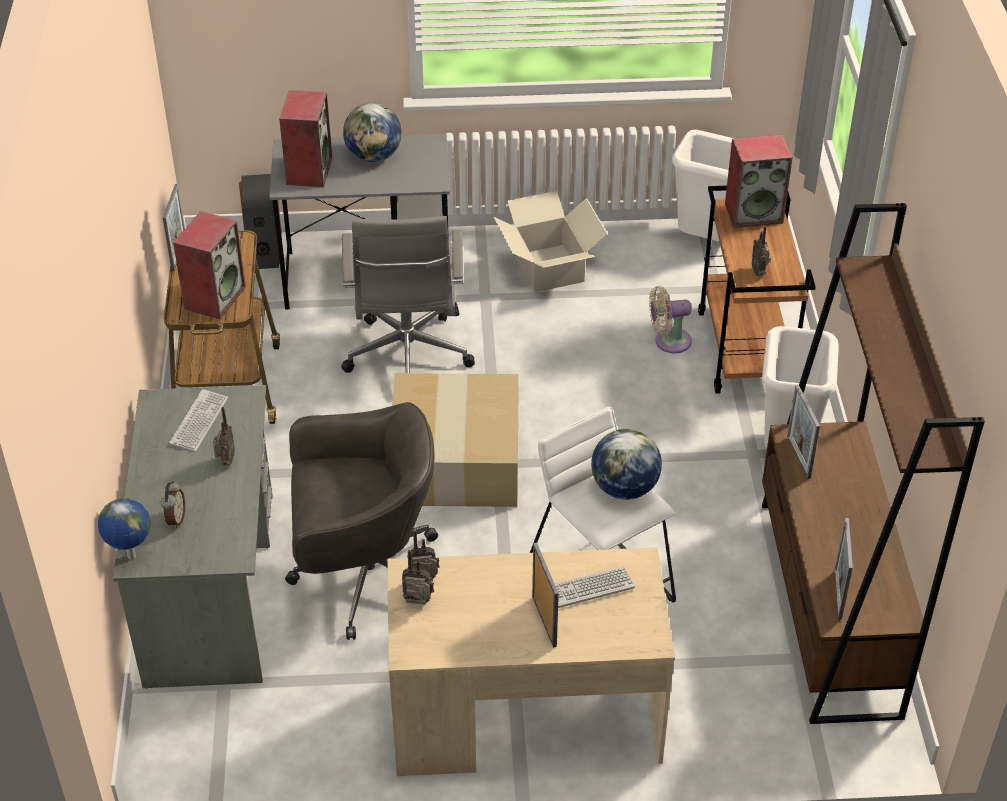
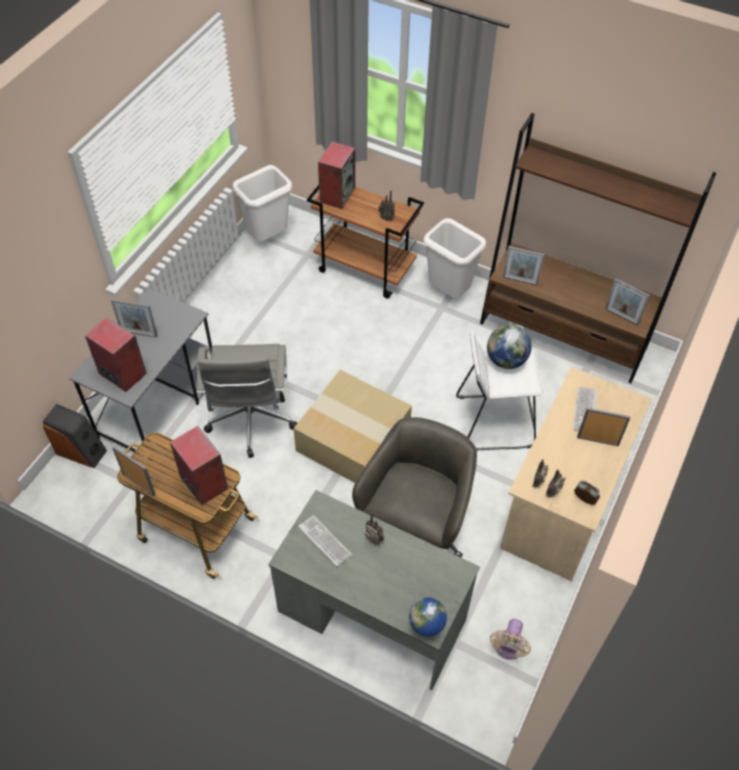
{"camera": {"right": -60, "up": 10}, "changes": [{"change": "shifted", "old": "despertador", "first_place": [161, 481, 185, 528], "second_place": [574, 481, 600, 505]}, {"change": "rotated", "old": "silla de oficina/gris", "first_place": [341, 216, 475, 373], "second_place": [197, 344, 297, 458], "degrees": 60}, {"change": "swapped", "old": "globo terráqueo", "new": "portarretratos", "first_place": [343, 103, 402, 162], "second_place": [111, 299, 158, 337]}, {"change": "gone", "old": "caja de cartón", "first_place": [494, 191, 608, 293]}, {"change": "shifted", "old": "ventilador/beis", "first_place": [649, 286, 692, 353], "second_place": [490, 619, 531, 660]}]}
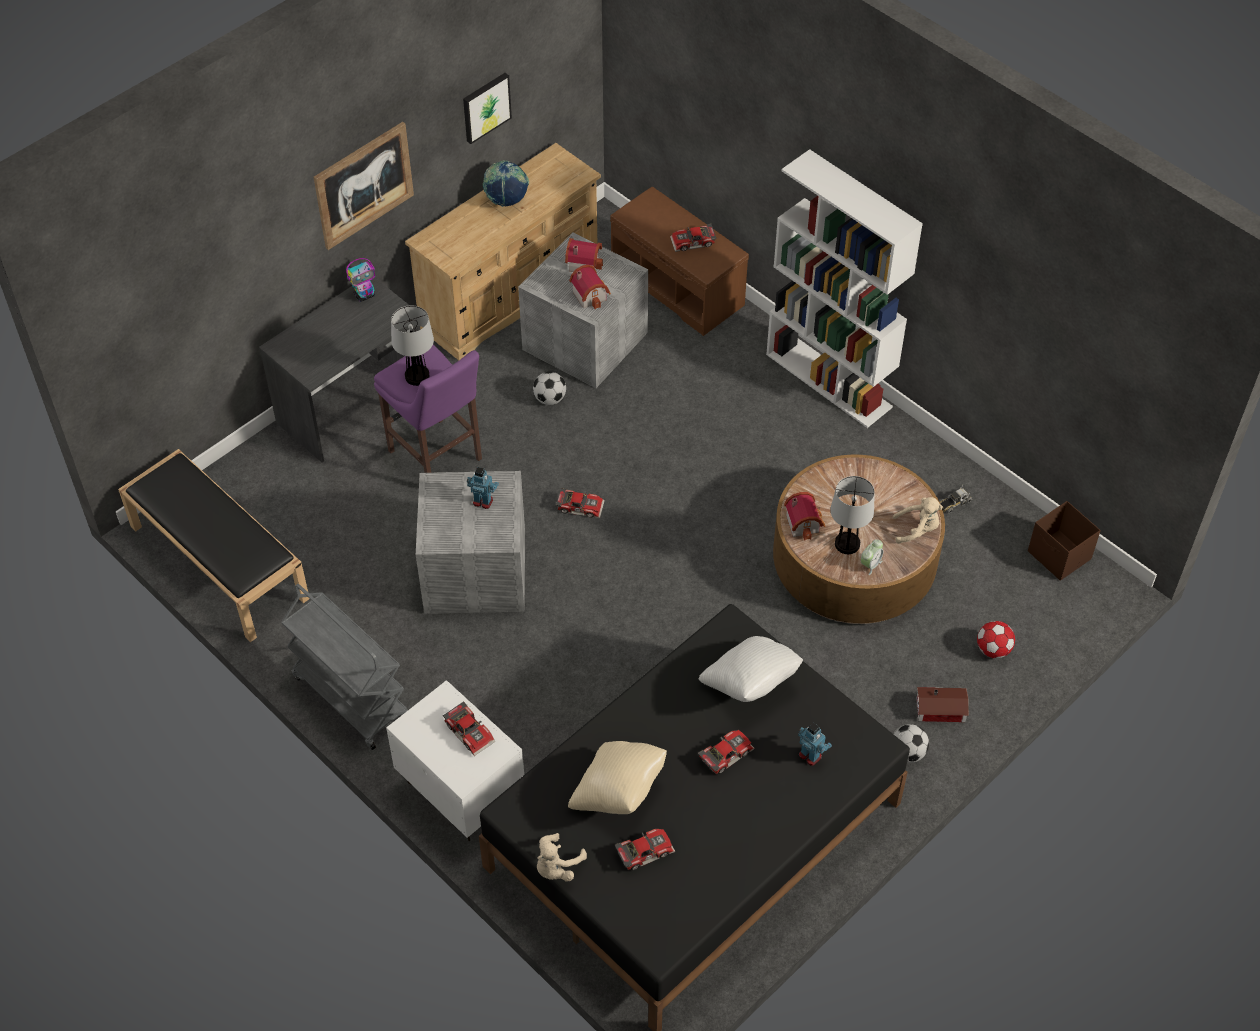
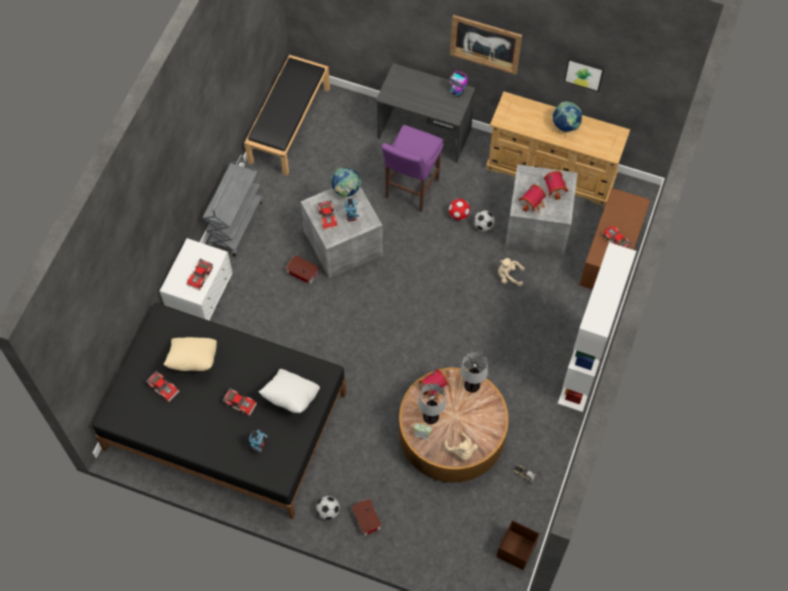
{"camera": {"right": 65, "up": 10}, "changes": [{"change": "shifted", "old": "lámpara de mesa", "first_place": [391, 305, 434, 386], "second_place": [460, 351, 488, 393]}, {"change": "shifted", "old": "peluche/beis", "first_place": [537, 833, 587, 882], "second_place": [498, 258, 525, 286]}, {"change": "shifted", "old": "coche de juguete", "first_place": [556, 488, 605, 518], "second_place": [318, 200, 338, 230]}, {"change": "shifted", "old": "balón de fútbol", "first_place": [977, 621, 1015, 658], "second_place": [449, 199, 470, 220]}, {"change": "new", "new": "casita", "second_place": [286, 255, 319, 284]}, {"change": "new", "new": "globo terráqueo", "second_place": [331, 168, 361, 198]}]}
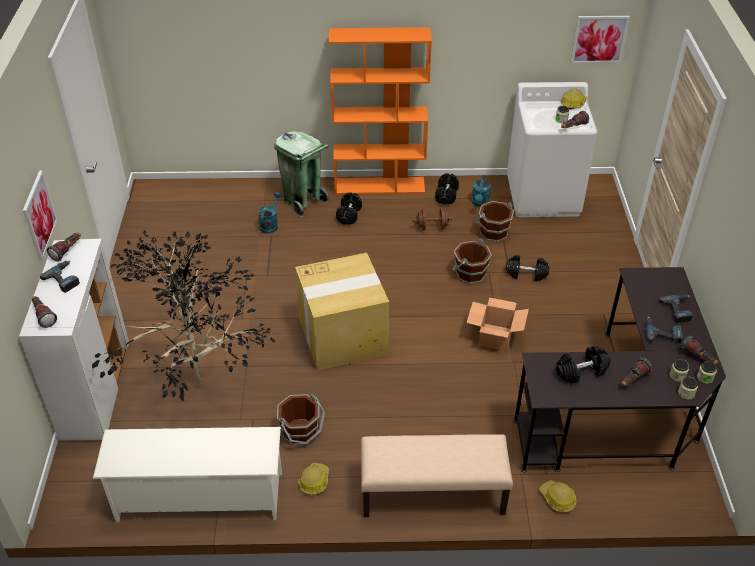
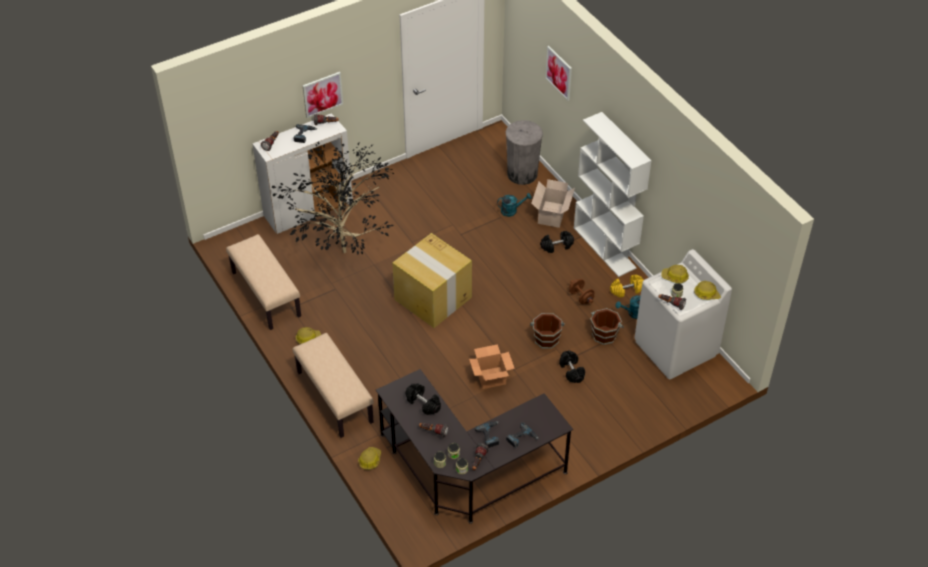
{"camera": {"right": 60, "up": 5}, "changes": [{"change": "swapped", "old": "zapatero/blanco", "new": "banco/beis", "first_place": [93, 427, 282, 523], "second_place": [226, 234, 301, 330]}, {"change": "swapped", "old": "papelera/verde", "new": "caja de cartón", "first_place": [274, 131, 329, 217], "second_place": [532, 179, 575, 228]}, {"change": "gone", "old": "cubo/marrón", "first_place": [277, 394, 325, 446]}, {"change": "repainted", "old": "estantería/naranja", "new": "estantería/blanco", "first_place": [329, 27, 432, 194], "second_place": [574, 112, 652, 277]}, {"change": "repainted", "old": "mancuerna/negro", "new": "mancuerna/amarillo", "first_place": [435, 173, 459, 204], "second_place": [610, 274, 644, 297]}, {"change": "shifted", "old": "cuadro", "first_place": [571, 16, 630, 63], "second_place": [545, 46, 572, 100]}, {"change": "new", "new": "papelera/gris", "second_place": [506, 120, 543, 185]}, {"change": "new", "new": "casco", "second_place": [661, 265, 689, 283]}]}
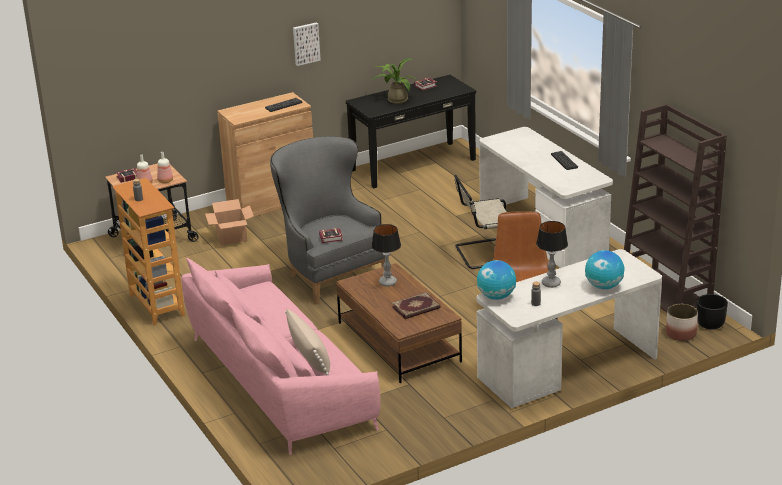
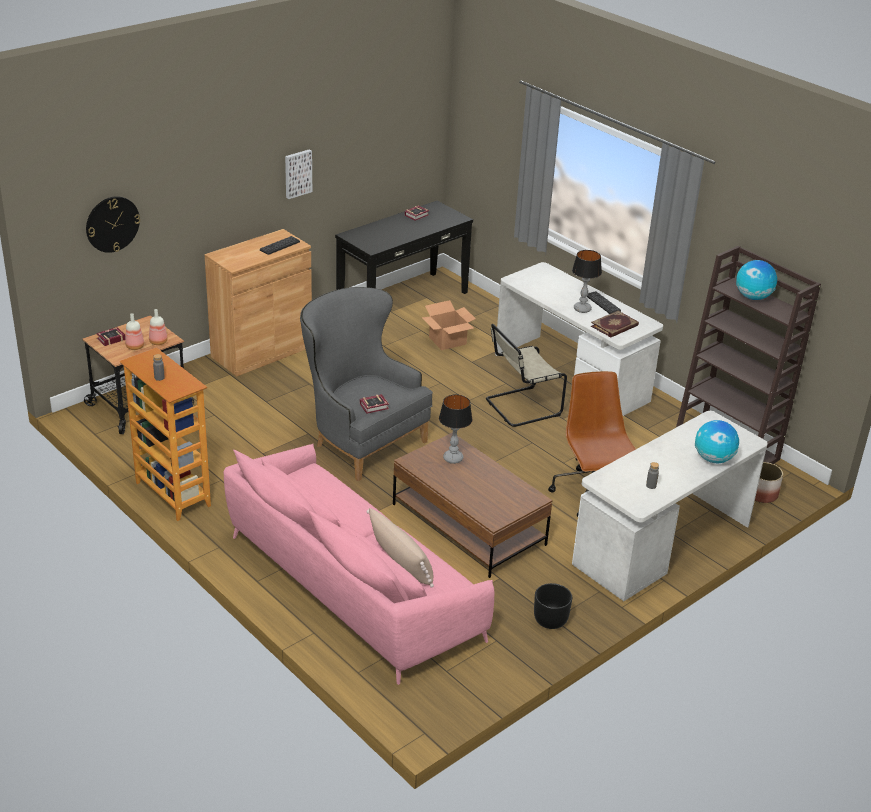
{"camera": {"right": -15, "up": 5}, "changes": [{"change": "shifted", "old": "caja de cartón", "first_place": [205, 199, 254, 245], "second_place": [422, 300, 476, 350]}, {"change": "gone", "old": "planta en maceta", "first_place": [372, 58, 418, 104]}, {"change": "shifted", "old": "libro", "first_place": [392, 292, 440, 319], "second_place": [591, 310, 639, 338]}, {"change": "shifted", "old": "globo terráqueo", "first_place": [477, 260, 516, 300], "second_place": [736, 260, 777, 300]}, {"change": "shifted", "old": "lámpara de mesa", "first_place": [536, 221, 568, 288], "second_place": [572, 250, 602, 313]}, {"change": "shifted", "old": "maceta/negro", "first_place": [697, 294, 728, 329], "second_place": [534, 583, 572, 629]}, {"change": "new", "new": "reloj de pared", "second_place": [86, 196, 140, 253]}]}
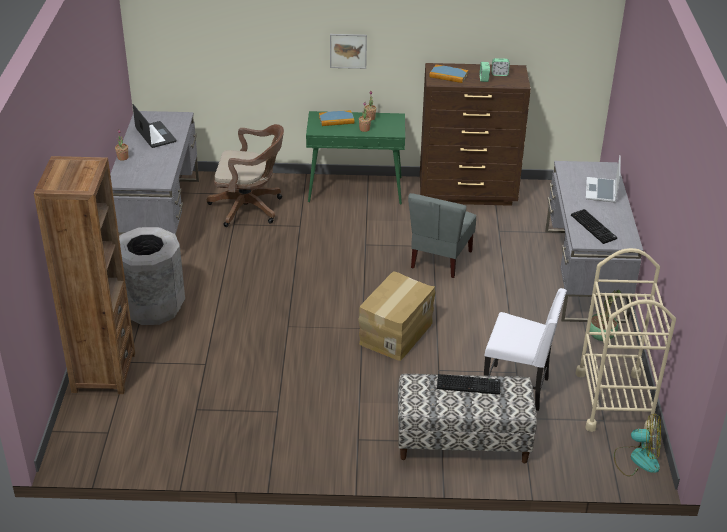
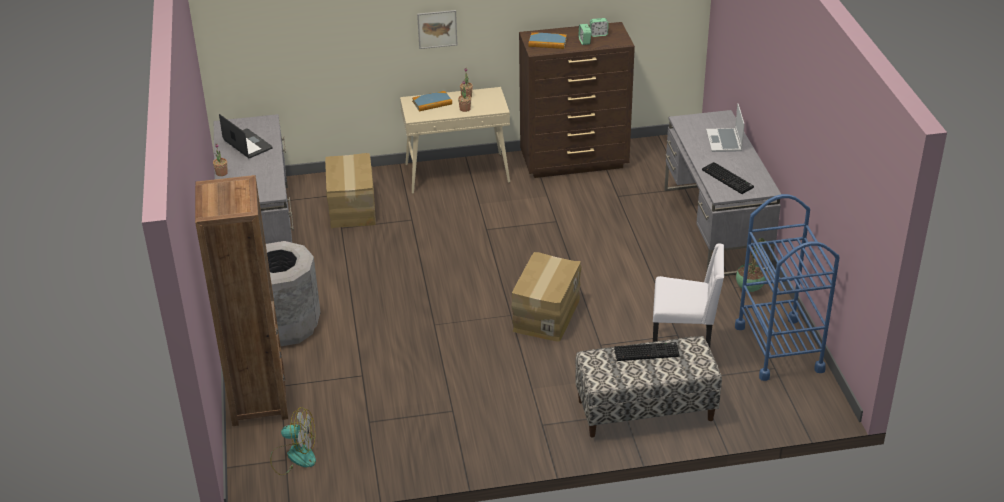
{"camera": {"right": -10, "up": 0}, "changes": [{"change": "swapped", "old": "silla de oficina/marrón", "new": "caja de cartón", "first_place": [207, 124, 284, 227], "second_place": [325, 153, 376, 228]}, {"change": "repainted", "old": "mesa consola/verde", "new": "mesa consola/beis", "first_place": [306, 111, 405, 205], "second_place": [400, 87, 510, 194]}, {"change": "gone", "old": "silla/gris", "first_place": [408, 193, 476, 278]}, {"change": "repainted", "old": "carrito/beis", "new": "carrito/azul", "first_place": [575, 248, 676, 433], "second_place": [735, 194, 840, 381]}, {"change": "shifted", "old": "ventilador", "first_place": [614, 413, 661, 477], "second_place": [270, 407, 316, 475]}]}
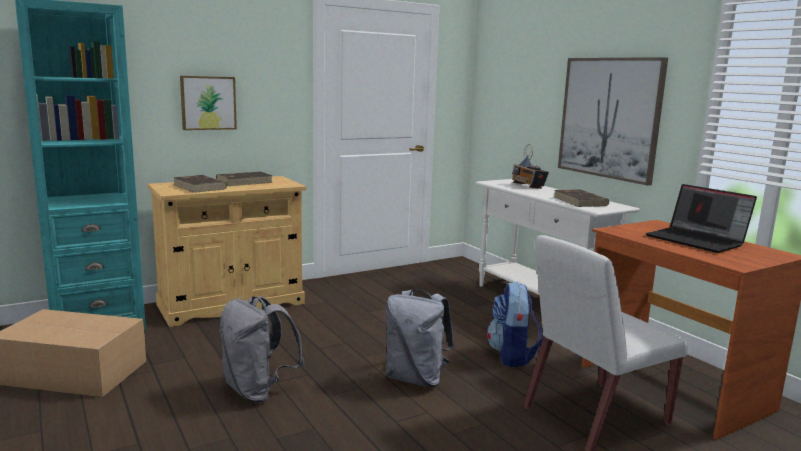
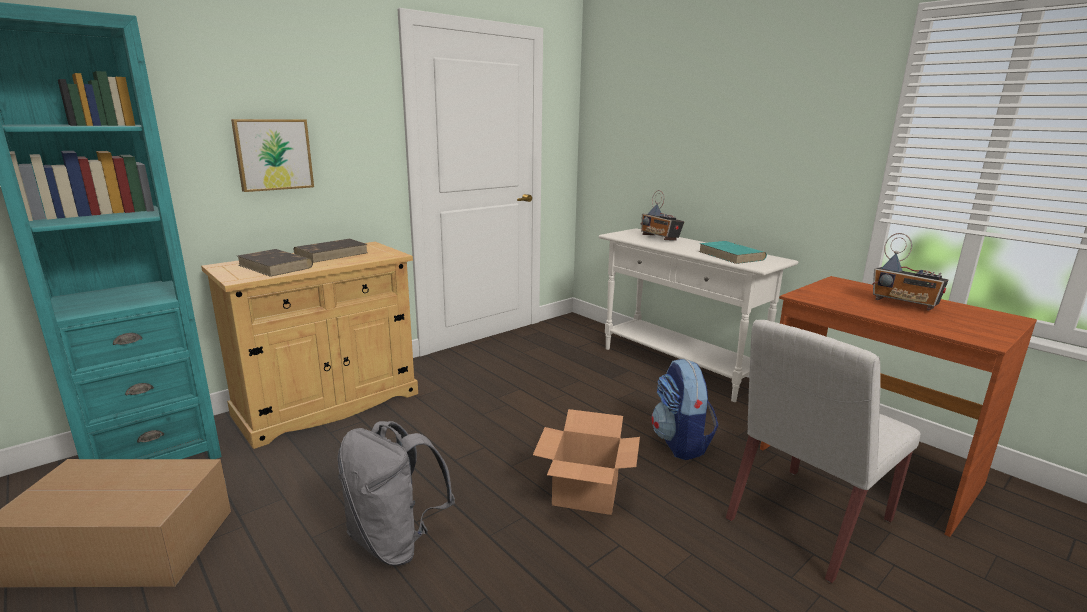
{"camera": {"right": -10, "up": 5}, "changes": [{"change": "swapped", "old": "mochila/gris", "new": "caja de cartón", "first_place": [386, 290, 454, 387], "second_place": [533, 409, 640, 515]}, {"change": "repainted", "old": "libro/marrón", "new": "libro/turquesa", "first_place": [554, 189, 609, 207], "second_place": [699, 241, 767, 264]}, {"change": "gone", "old": "cuadro", "first_place": [558, 57, 668, 186]}, {"change": "swapped", "old": "portátil", "new": "radio", "first_place": [646, 184, 757, 253], "second_place": [872, 233, 949, 311]}]}
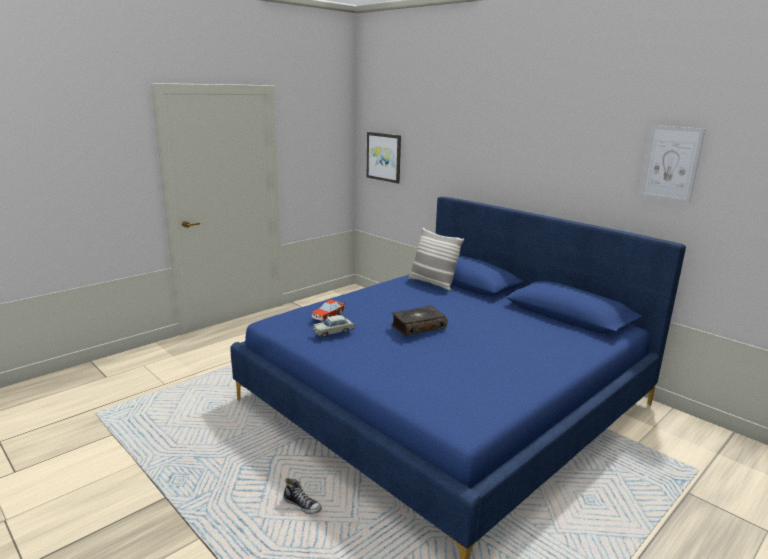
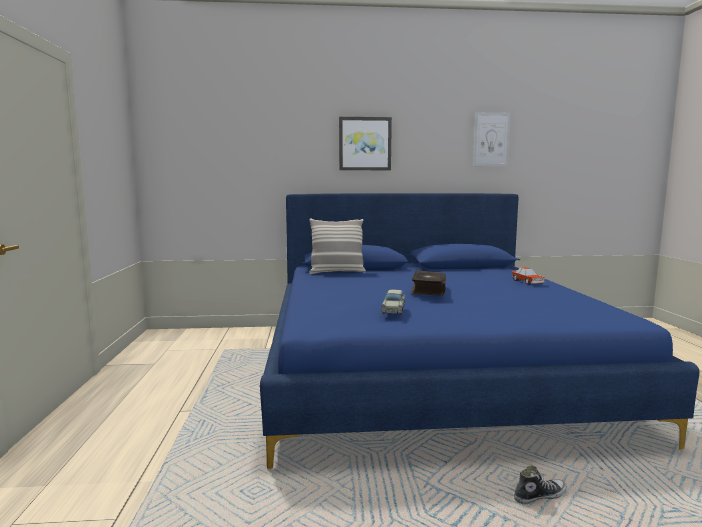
{"camera": {"right": -50, "up": -10}, "changes": [{"change": "shifted", "old": "coche de juguete", "first_place": [312, 299, 345, 321], "second_place": [512, 267, 545, 285]}, {"change": "shifted", "old": "cuadro", "first_place": [367, 132, 401, 183], "second_place": [339, 117, 392, 170]}]}
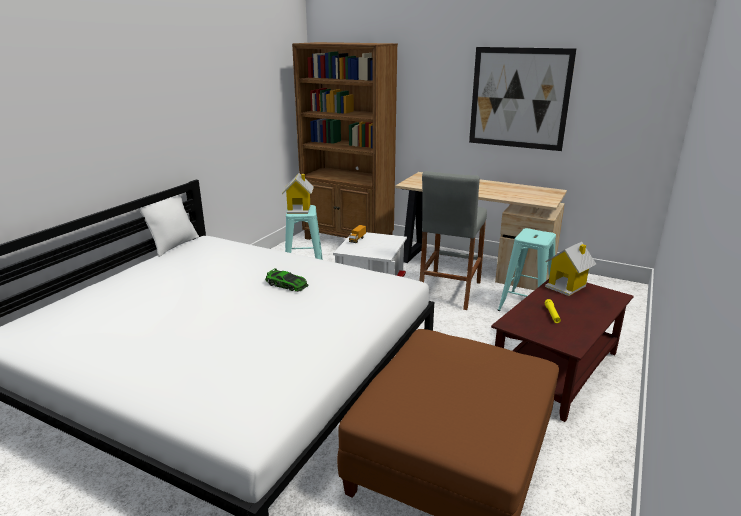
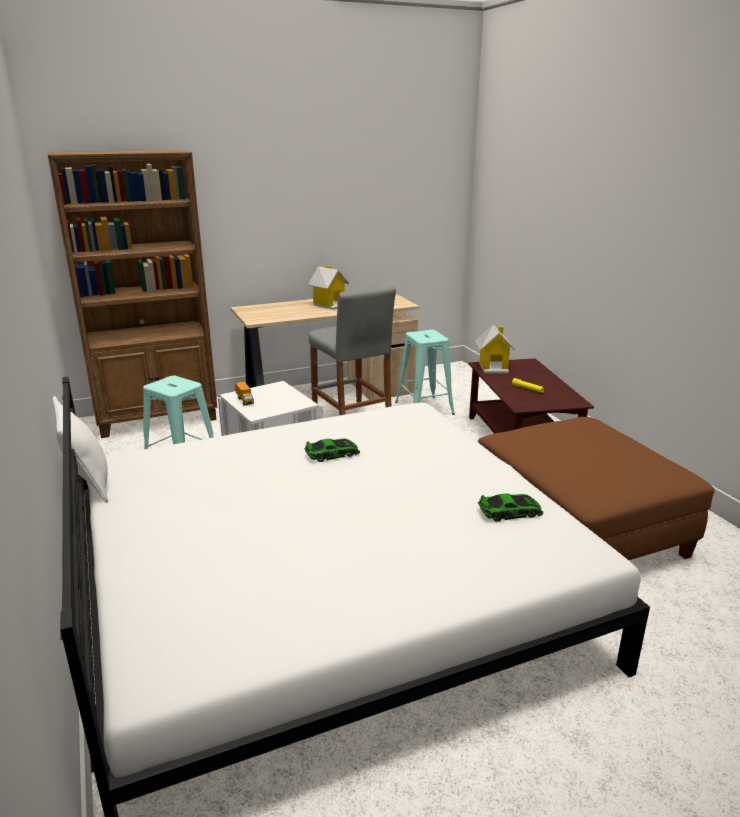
{"camera": {"right": -50, "up": 0}, "changes": [{"change": "shifted", "old": "casita", "first_place": [282, 173, 314, 214], "second_place": [308, 266, 349, 310]}, {"change": "gone", "old": "cuadro", "first_place": [469, 47, 577, 151]}, {"change": "new", "new": "coche de juguete", "second_place": [478, 494, 543, 522]}]}
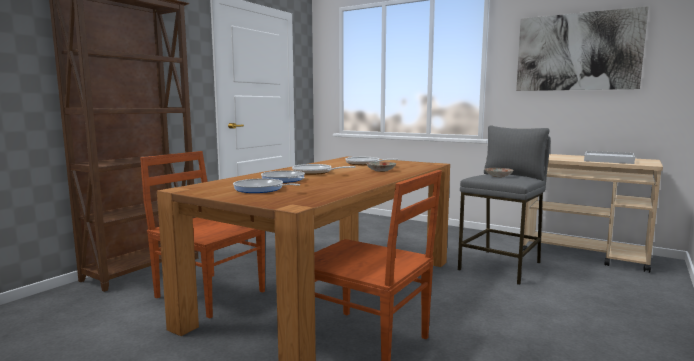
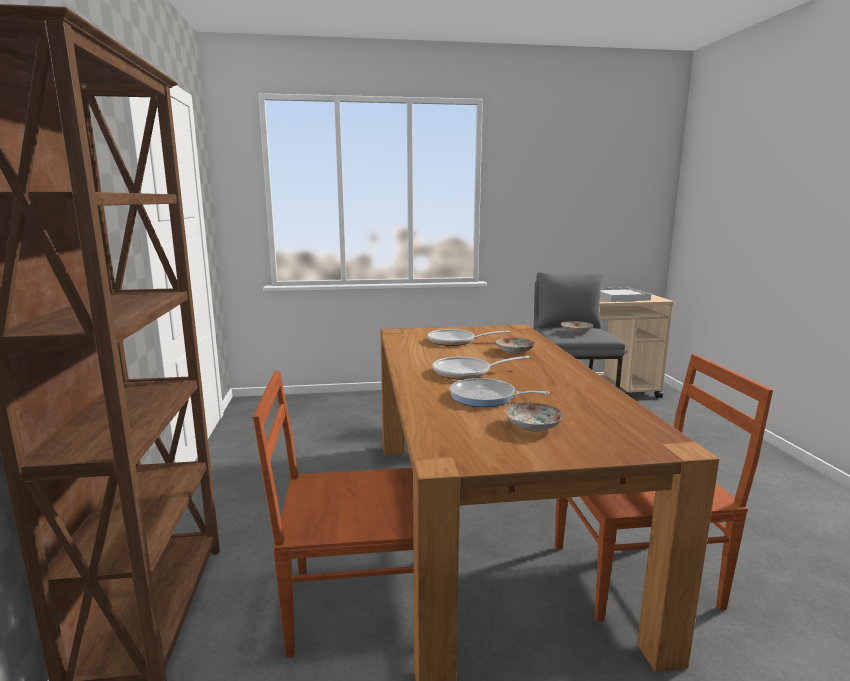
{"camera": {"right": -40, "up": 5}, "changes": [{"change": "swapped", "old": "sartén", "new": "plato", "first_place": [233, 178, 301, 193], "second_place": [504, 402, 563, 432]}, {"change": "gone", "old": "cuadro", "first_place": [516, 6, 649, 91]}]}
